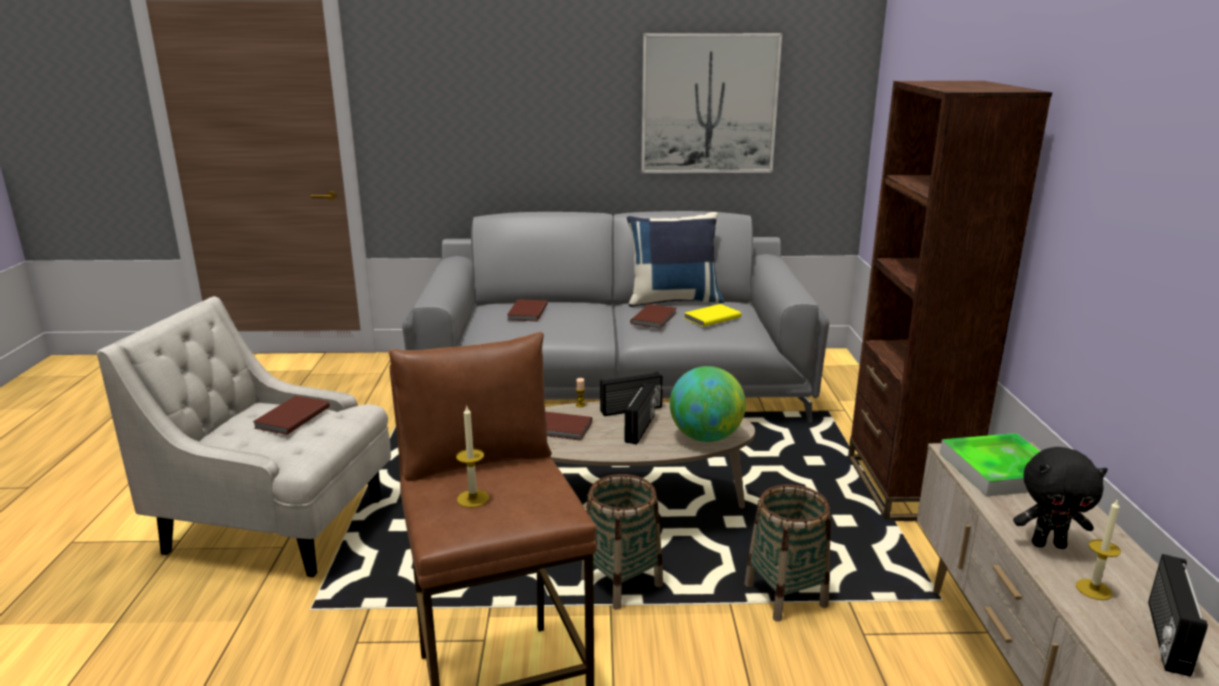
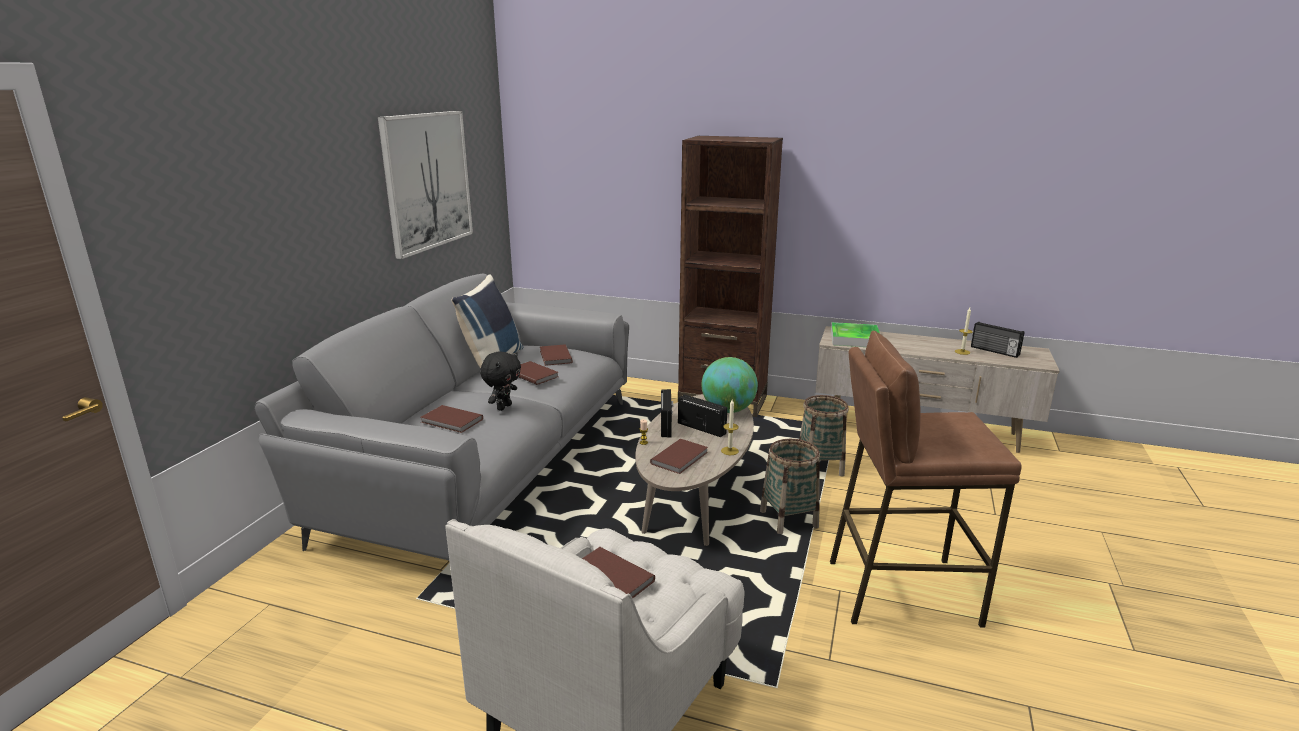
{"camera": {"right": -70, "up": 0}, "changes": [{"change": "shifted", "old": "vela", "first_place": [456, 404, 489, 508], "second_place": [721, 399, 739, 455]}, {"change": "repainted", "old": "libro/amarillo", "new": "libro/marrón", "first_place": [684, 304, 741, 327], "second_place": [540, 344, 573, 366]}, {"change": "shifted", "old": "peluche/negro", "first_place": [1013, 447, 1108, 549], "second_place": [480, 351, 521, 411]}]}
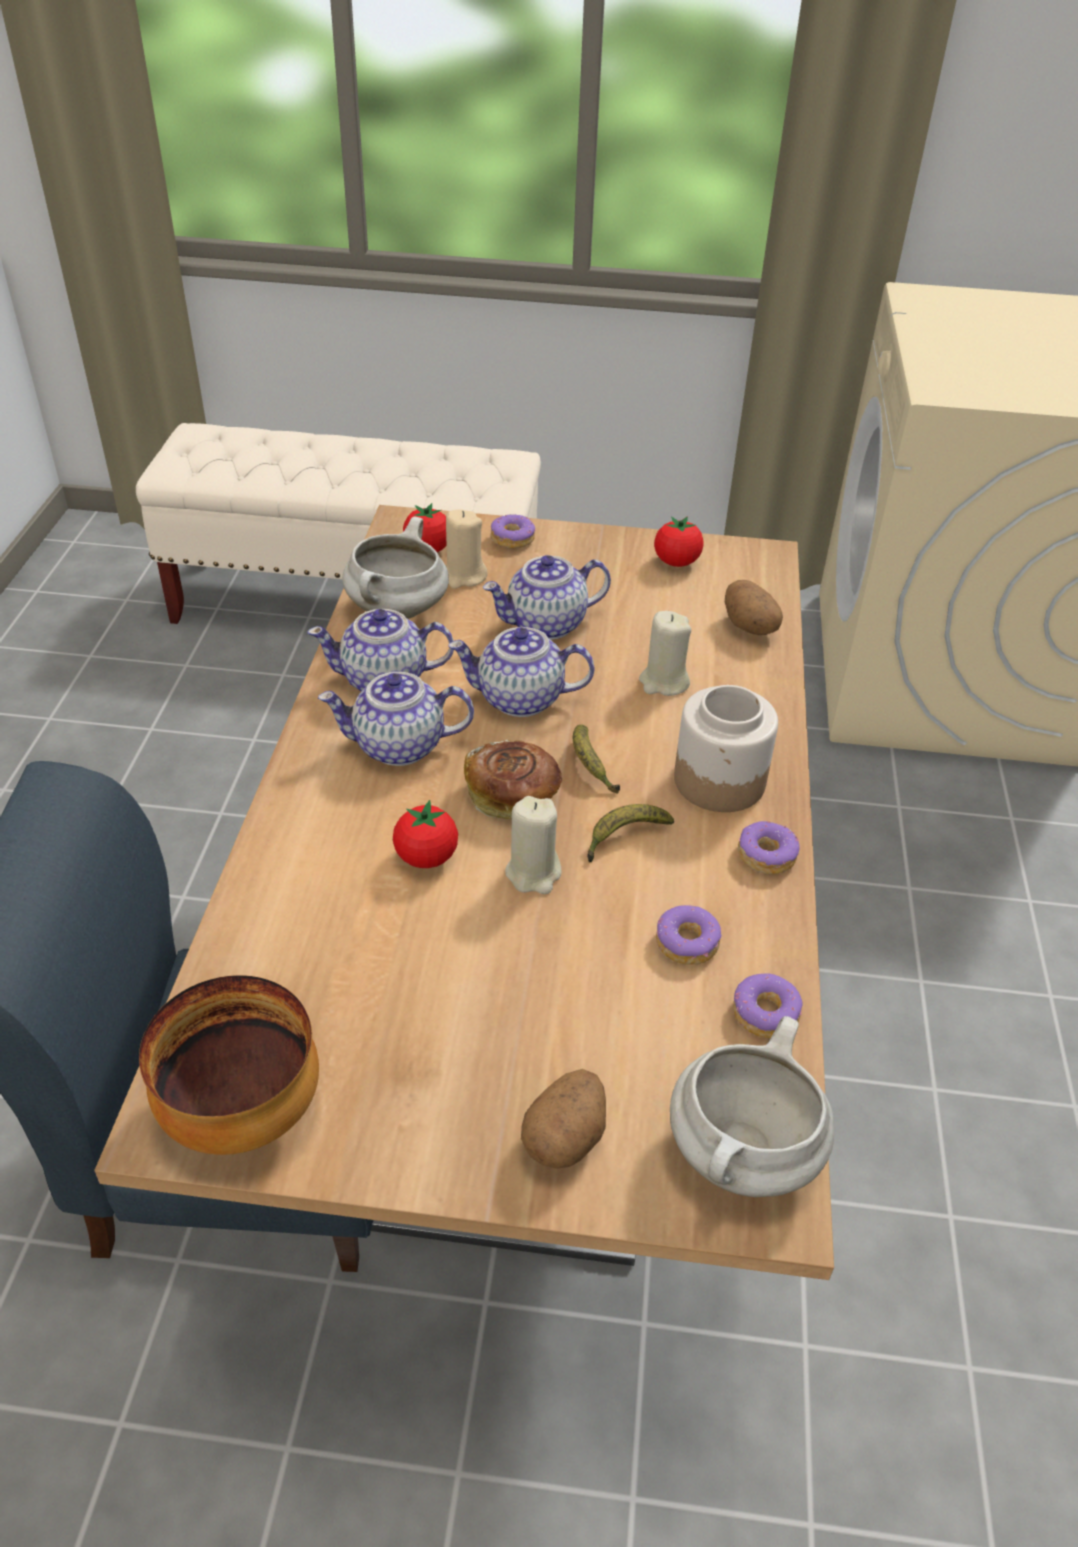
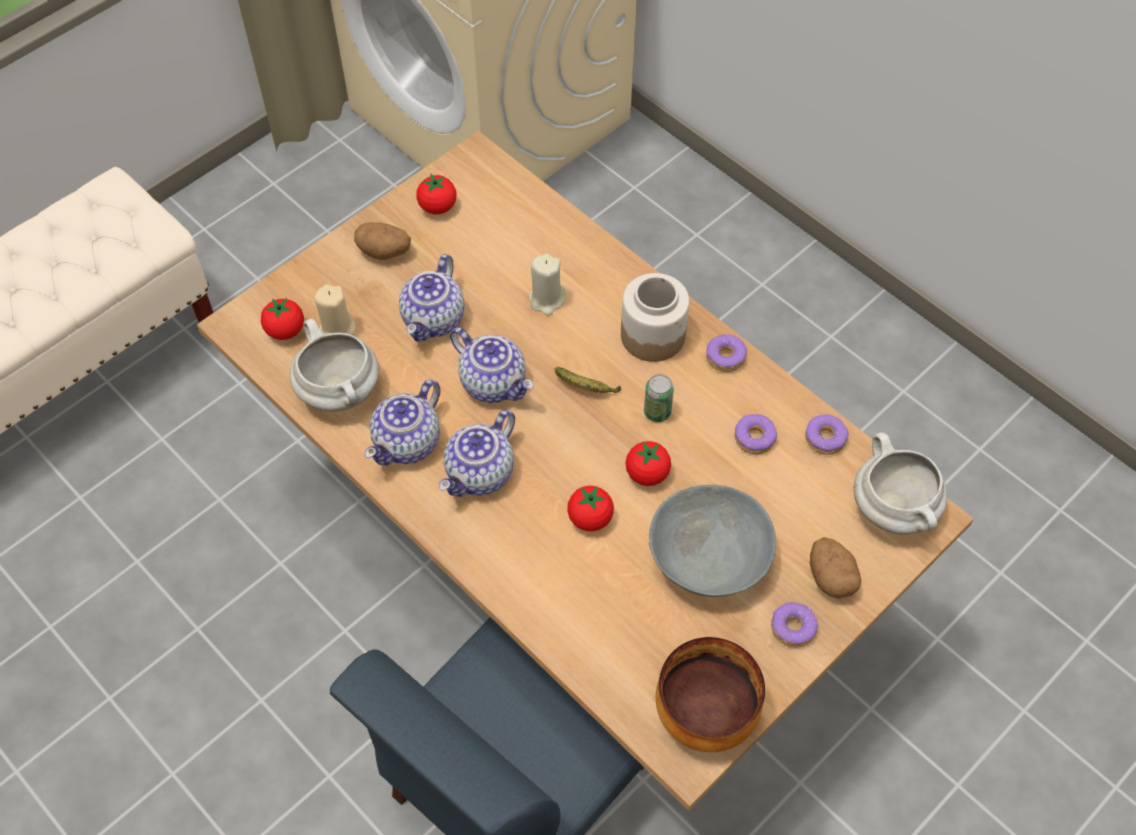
{"camera": {"right": -50, "up": 15}, "changes": [{"change": "rotated", "old": "tetera", "first_place": [448, 627, 595, 717], "second_place": [450, 327, 534, 403], "degrees": -90}, {"change": "gone", "old": "pan", "first_place": [464, 739, 562, 820]}, {"change": "shifted", "old": "rosquilla", "first_place": [491, 514, 535, 549], "second_place": [771, 602, 818, 648]}, {"change": "swapped", "old": "vela/beis", "new": "tomate", "first_place": [505, 796, 562, 894], "second_place": [625, 441, 671, 486]}, {"change": "swapped", "old": "plátano", "new": "lata", "first_place": [587, 804, 674, 862], "second_place": [644, 374, 674, 422]}, {"change": "shifted", "old": "patata", "first_place": [725, 580, 783, 635], "second_place": [354, 223, 411, 260]}, {"change": "new", "new": "cuenco/gris", "second_place": [649, 485, 776, 597]}]}
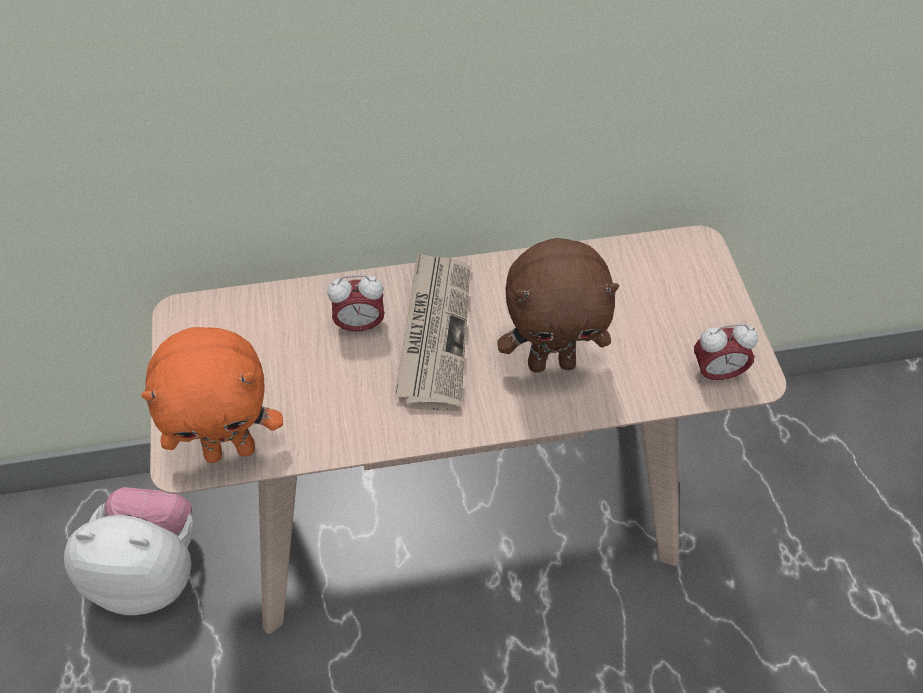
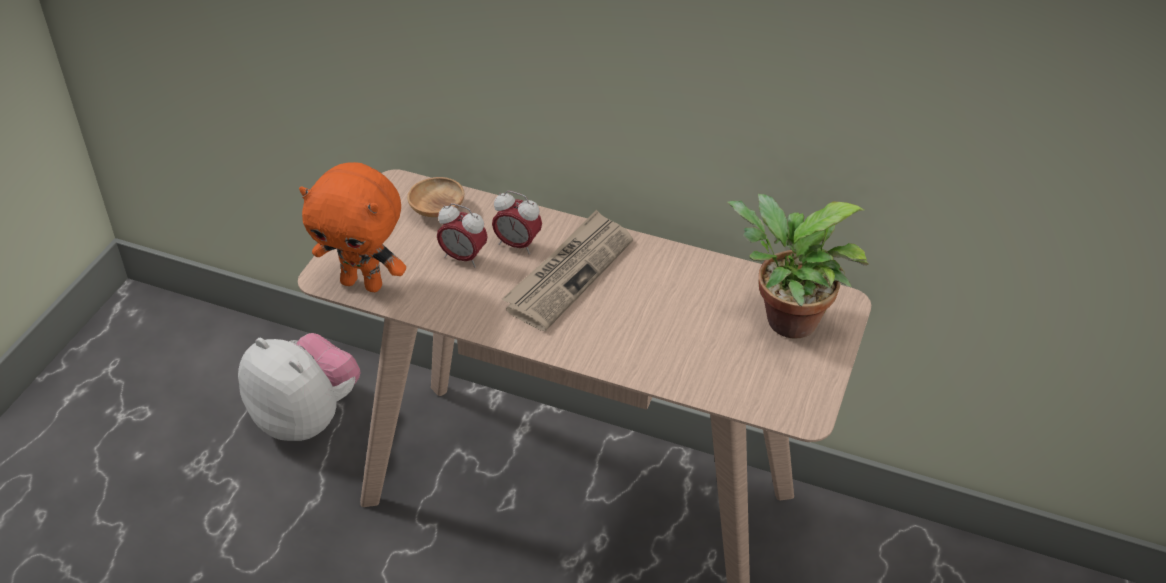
{"camera": {"right": 30, "up": -10}, "changes": [{"change": "gone", "old": "peluche/marrón", "first_place": [497, 238, 619, 372]}, {"change": "shifted", "old": "despertador", "first_place": [694, 324, 758, 383], "second_place": [437, 203, 488, 267]}, {"change": "new", "new": "cuenco/marrón", "second_place": [407, 177, 464, 217]}, {"change": "new", "new": "planta en maceta", "second_place": [727, 194, 869, 339]}]}
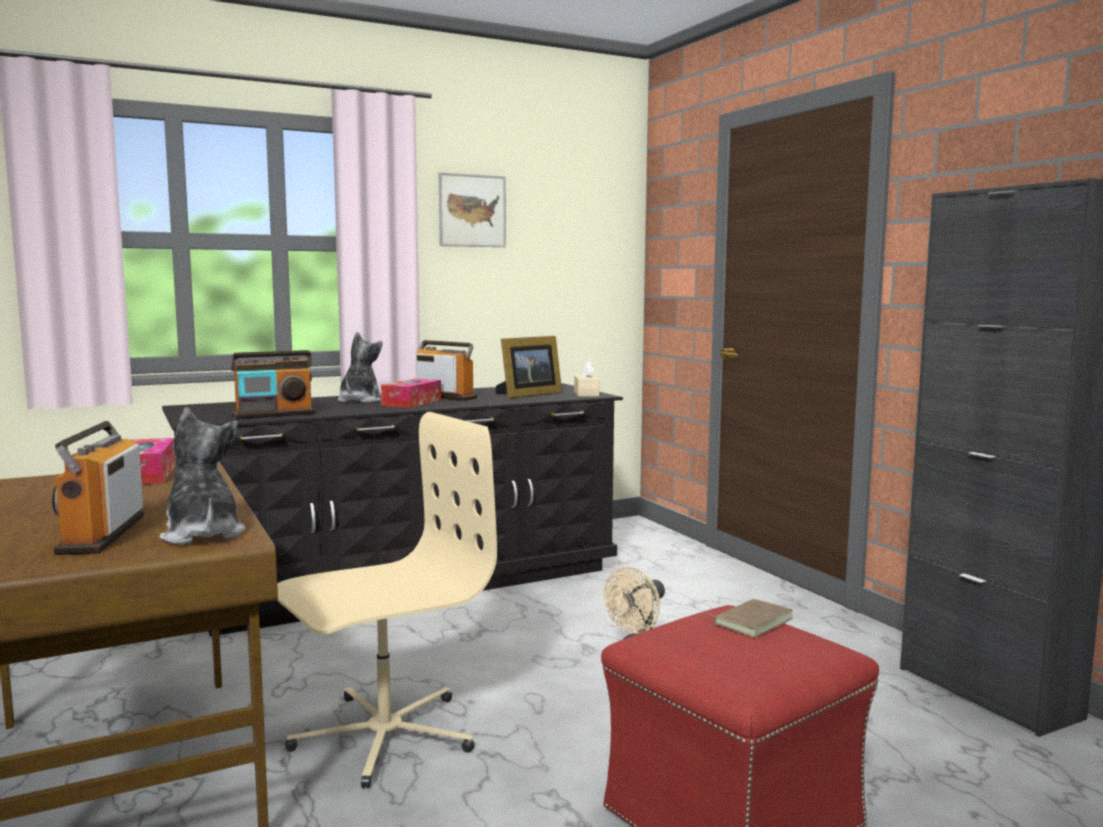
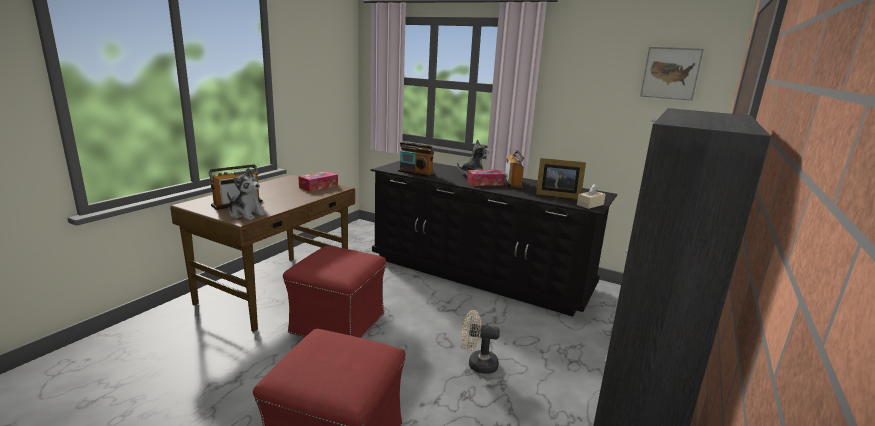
{"camera": {"right": 55, "up": 10}, "changes": [{"change": "rotated", "old": "peluche", "first_place": [160, 407, 245, 545], "second_place": [227, 168, 267, 220], "degrees": 90}, {"change": "swapped", "old": "silla de oficina/beis", "new": "puf/rojo", "first_place": [277, 412, 497, 789], "second_place": [283, 246, 386, 338]}, {"change": "shifted", "old": "cuadro", "first_place": [439, 172, 506, 247], "second_place": [640, 47, 704, 101]}, {"change": "gone", "old": "libro/marrón", "first_place": [702, 599, 793, 638]}]}
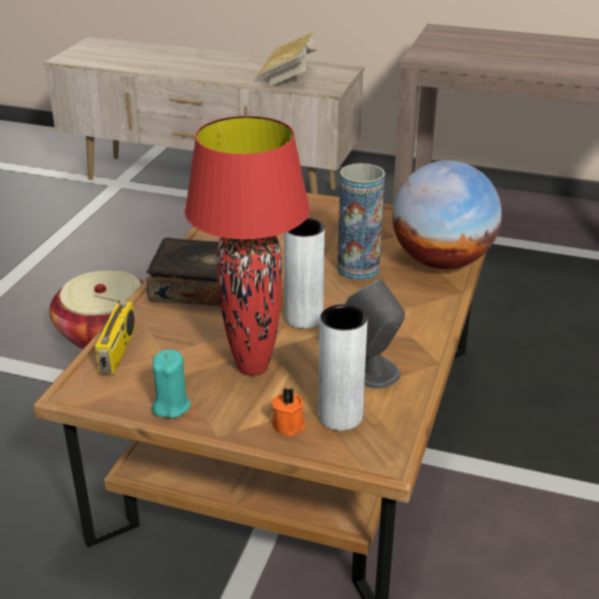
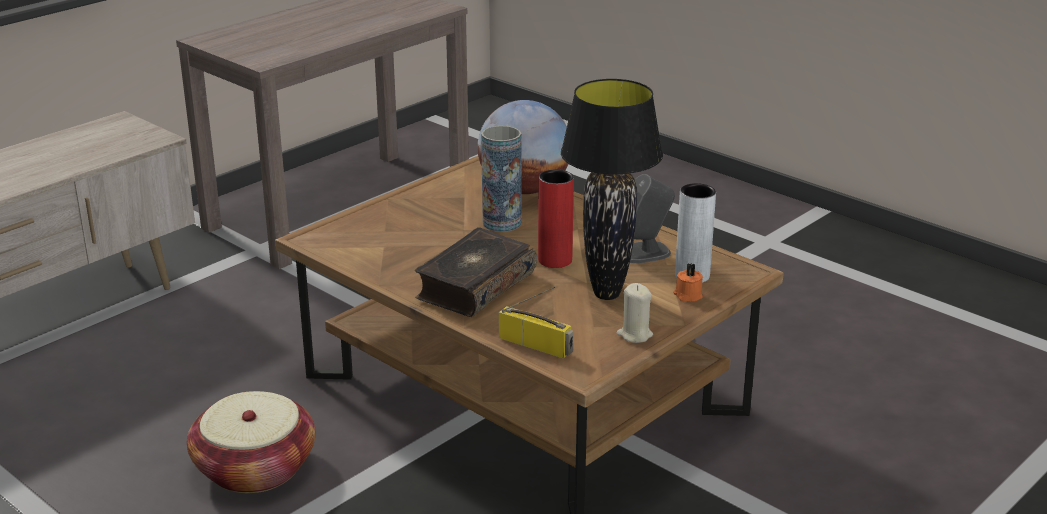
{"camera": {"right": -65, "up": -5}, "changes": [{"change": "repainted", "old": "vela/turquesa", "new": "vela/beis", "first_place": [152, 350, 191, 418], "second_place": [617, 283, 653, 343]}, {"change": "repainted", "old": "lámpara de mesa/rojo", "new": "lámpara de mesa/negro", "first_place": [184, 116, 310, 376], "second_place": [561, 79, 663, 300]}, {"change": "gone", "old": "libro", "first_place": [258, 32, 316, 86]}, {"change": "repainted", "old": "florero/gris", "new": "florero/rojo", "first_place": [284, 218, 325, 328], "second_place": [538, 170, 574, 268]}]}
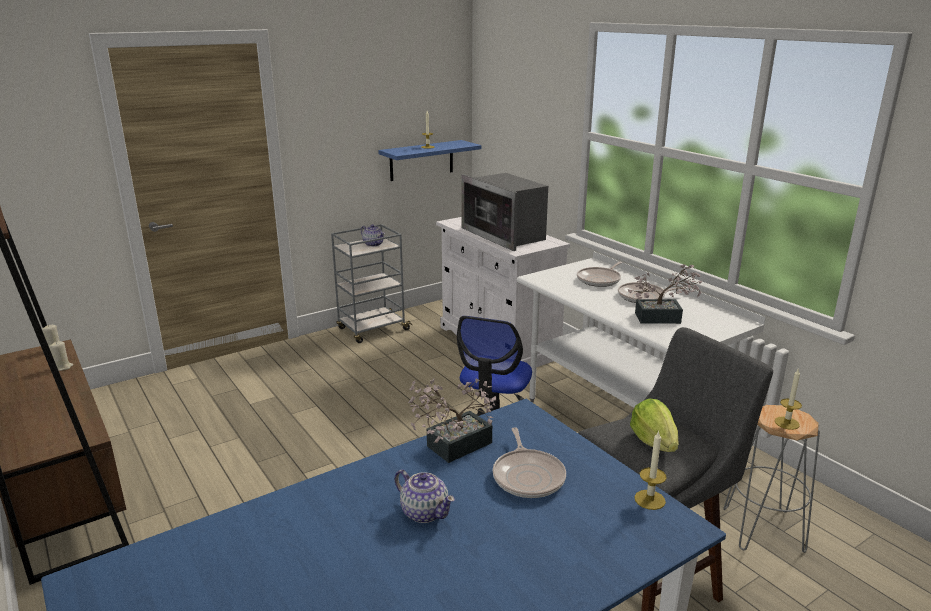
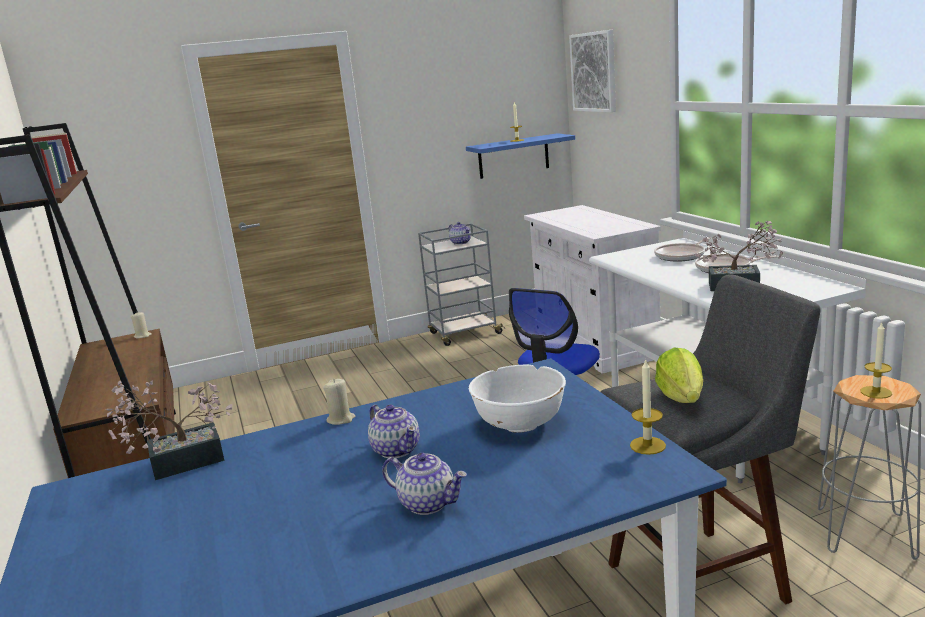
{"camera": {"right": 15, "up": -5}, "changes": [{"change": "shifted", "old": "vela/beis", "first_place": [49, 341, 73, 371], "second_place": [323, 379, 355, 425]}, {"change": "shifted", "old": "planta en maceta", "first_place": [408, 378, 496, 463], "second_place": [106, 380, 233, 480]}, {"change": "gone", "old": "microondas", "first_place": [461, 173, 548, 251]}, {"change": "swapped", "old": "sartén", "new": "cuenco/blanco", "first_place": [493, 427, 566, 498], "second_place": [469, 365, 566, 433]}, {"change": "new", "new": "tetera", "second_place": [382, 453, 467, 515]}, {"change": "new", "new": "cuadro", "second_place": [569, 29, 616, 112]}]}
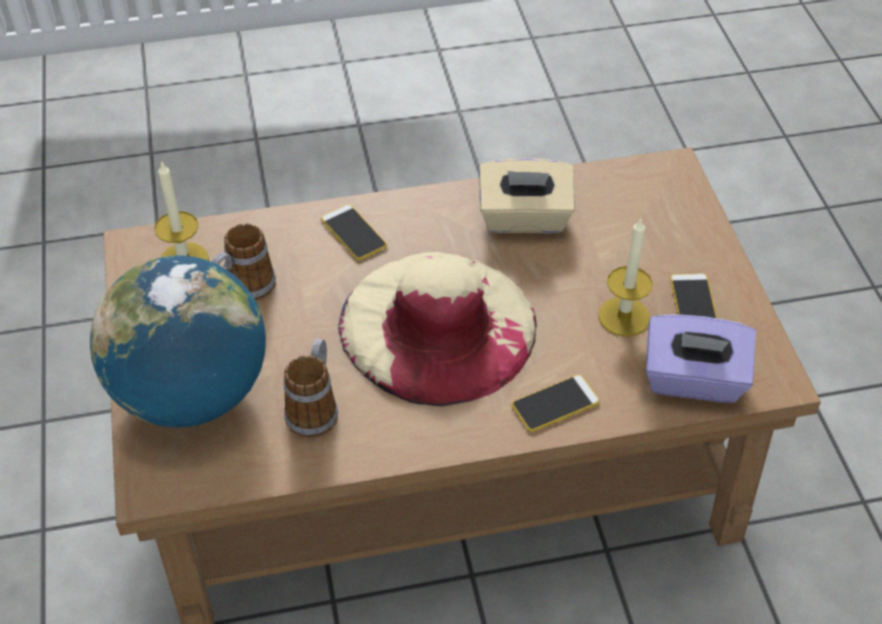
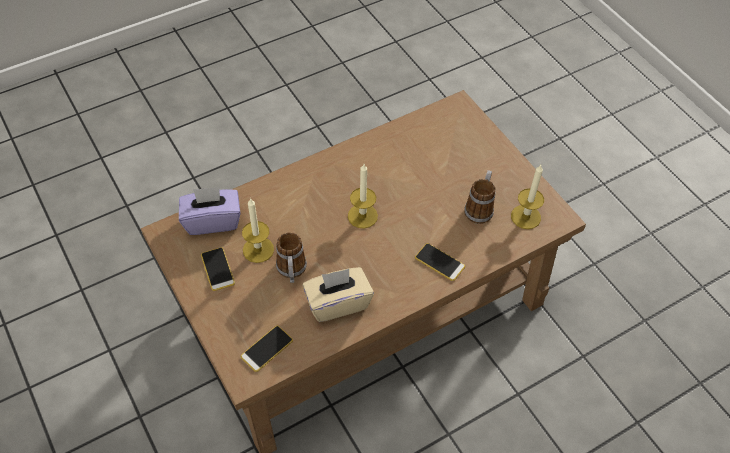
{"camera": {"right": 160, "up": 5}, "changes": [{"change": "gone", "old": "globo terráqueo", "first_place": [90, 255, 266, 428]}, {"change": "shifted", "old": "taza grande", "first_place": [284, 338, 338, 438], "second_place": [276, 232, 307, 283]}, {"change": "swapped", "old": "sombrero/beis", "new": "vela", "first_place": [338, 252, 537, 406], "second_place": [348, 164, 378, 229]}, {"change": "shifted", "old": "móvil", "first_place": [512, 375, 600, 432], "second_place": [241, 326, 293, 372]}]}
